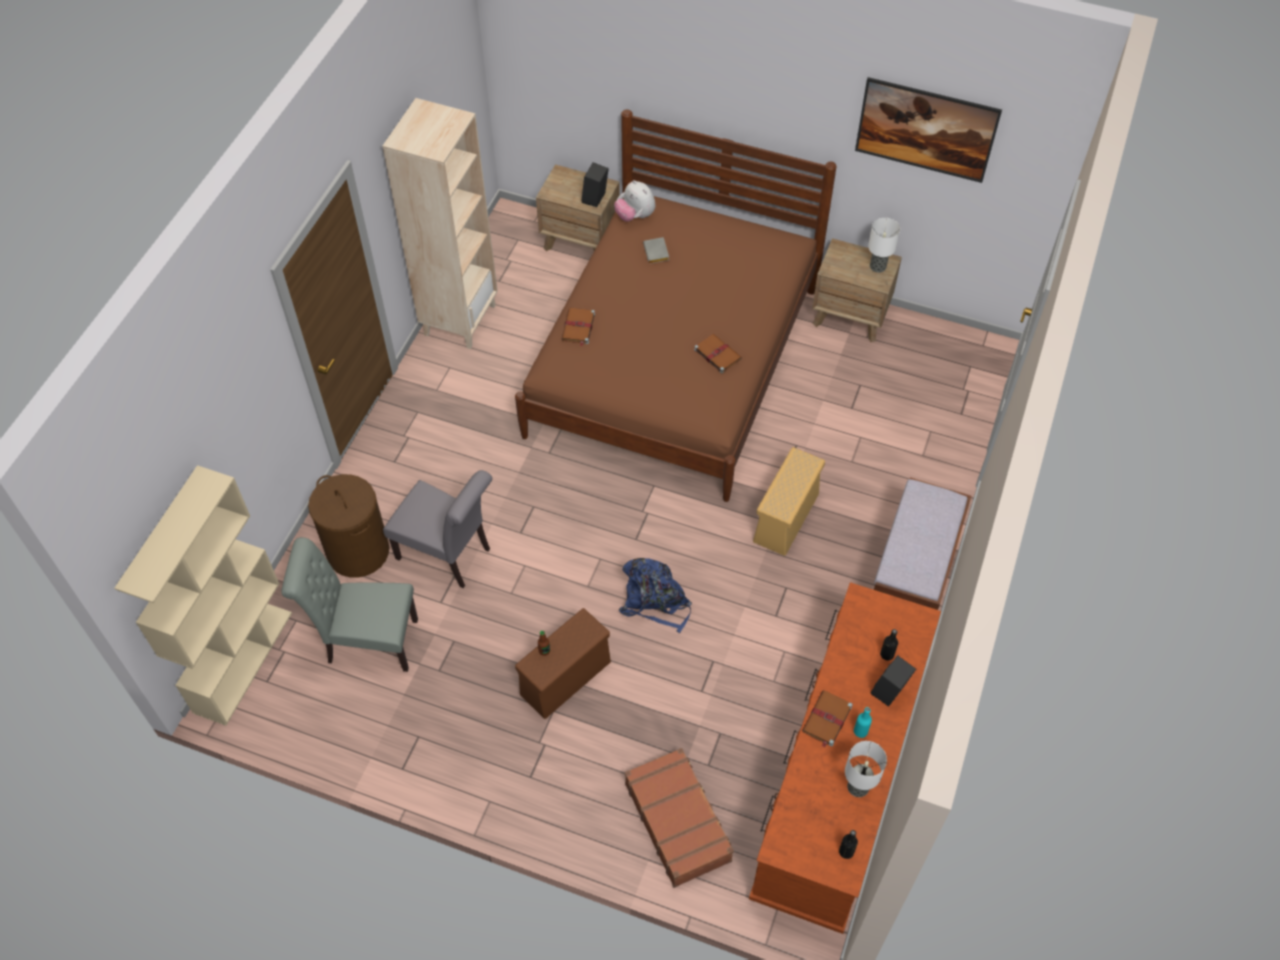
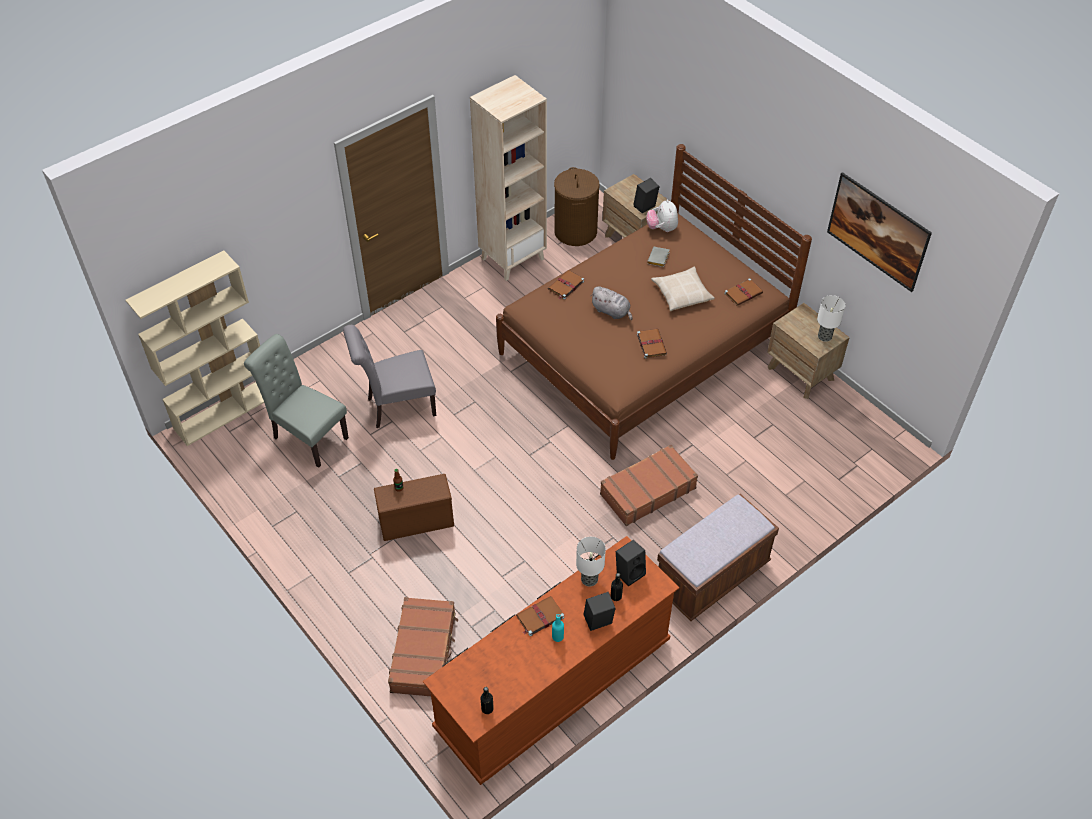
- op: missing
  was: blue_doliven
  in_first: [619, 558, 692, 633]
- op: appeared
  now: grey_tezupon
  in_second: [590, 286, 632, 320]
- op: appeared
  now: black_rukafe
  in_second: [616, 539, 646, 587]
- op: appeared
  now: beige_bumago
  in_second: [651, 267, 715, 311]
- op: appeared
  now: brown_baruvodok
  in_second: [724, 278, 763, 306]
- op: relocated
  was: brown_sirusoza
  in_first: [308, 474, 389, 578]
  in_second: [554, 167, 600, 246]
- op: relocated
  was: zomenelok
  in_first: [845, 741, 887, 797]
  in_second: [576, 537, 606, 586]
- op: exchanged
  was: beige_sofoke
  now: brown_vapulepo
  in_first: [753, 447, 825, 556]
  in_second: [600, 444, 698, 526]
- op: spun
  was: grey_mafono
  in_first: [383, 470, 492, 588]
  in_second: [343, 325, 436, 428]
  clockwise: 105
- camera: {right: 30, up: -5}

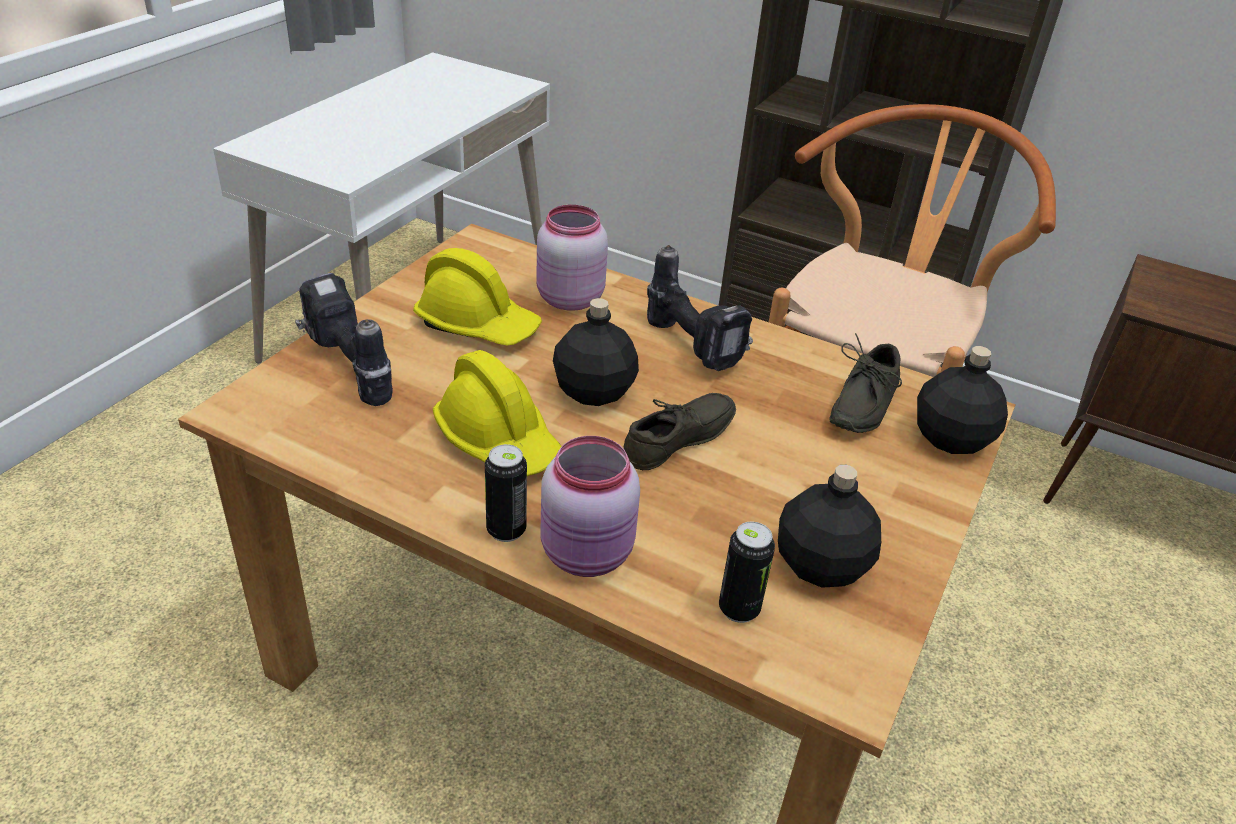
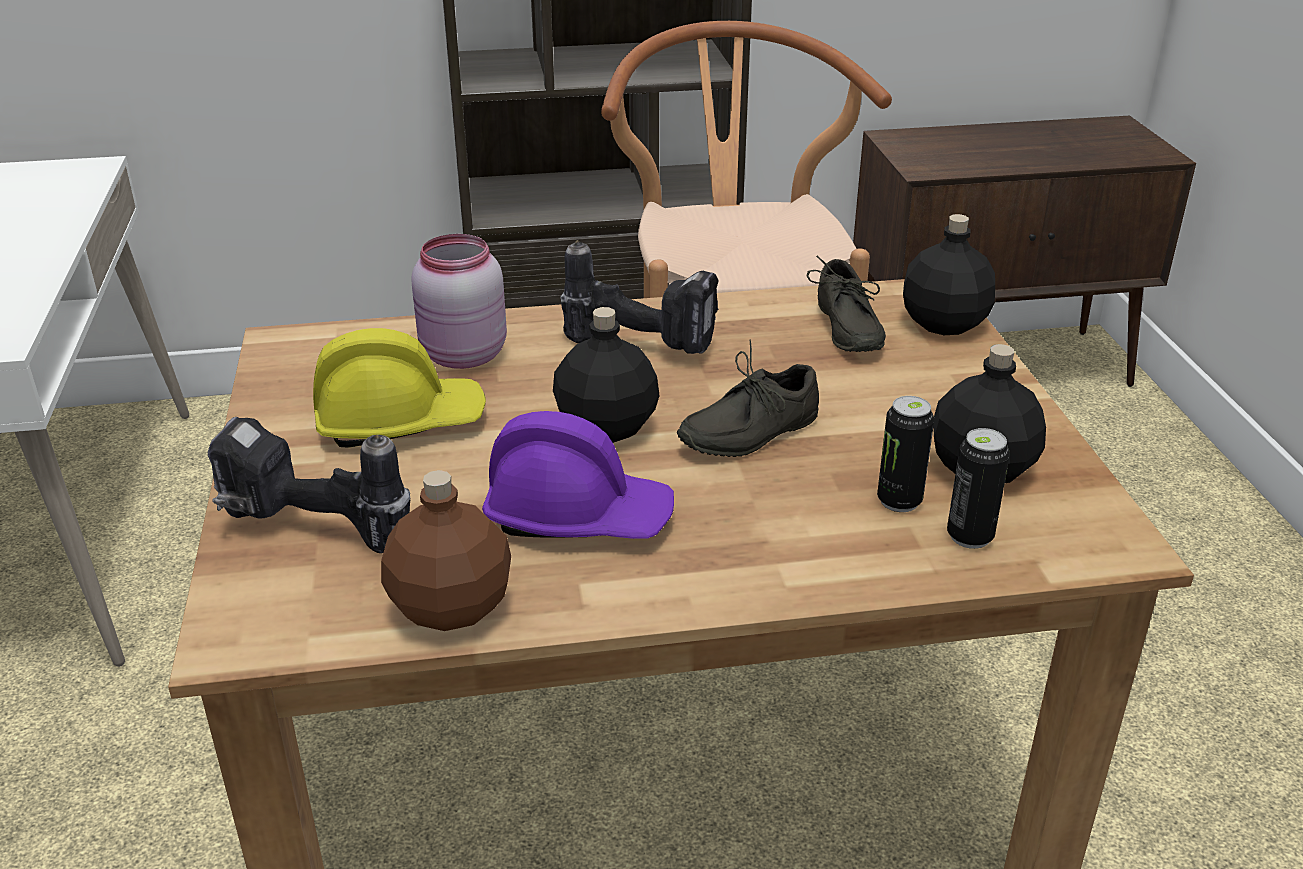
- op: missing
  was: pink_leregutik
  in_first: [541, 436, 640, 577]
- op: appeared
  now: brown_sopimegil
  in_second: [381, 470, 511, 631]
- op: relocated
  was: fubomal
  in_first: [485, 444, 527, 542]
  in_second: [877, 396, 934, 512]
- op: colour
  was: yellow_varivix
  now: purple_varivix
  in_first: [433, 350, 562, 476]
  in_second: [482, 411, 674, 539]
- op: spun
  was: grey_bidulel
  in_first: [624, 393, 736, 470]
  in_second: [677, 339, 819, 457]
  clockwise: -135
- camera: {right: -35, up: -5}

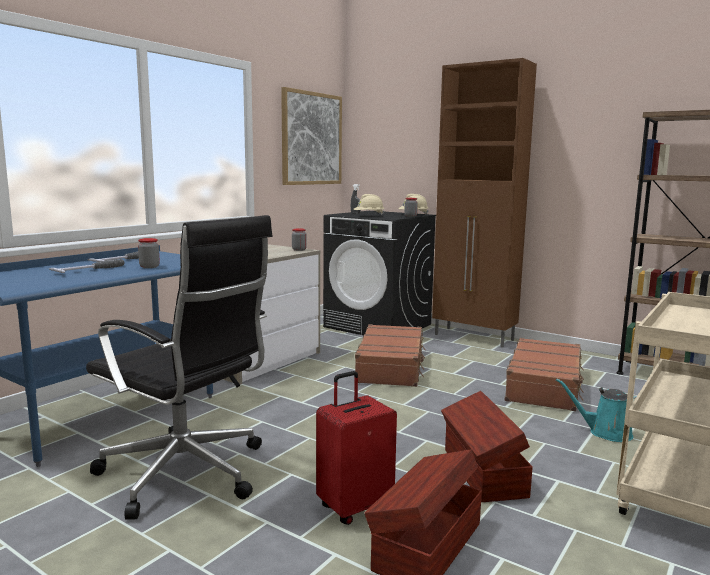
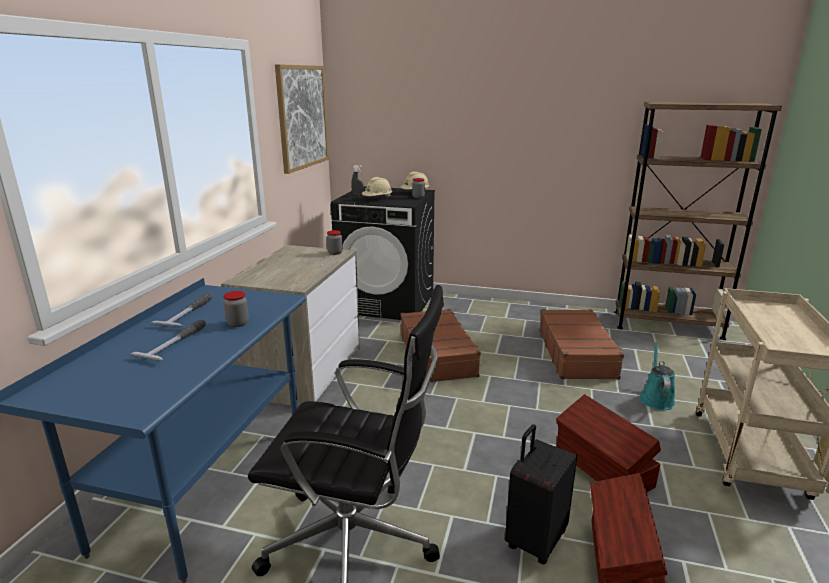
- op: missing
  was: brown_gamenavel
  in_first: [432, 58, 537, 348]
- op: colour
  was: red_vapulepo
  now: black_vapulepo
  in_first: [316, 371, 397, 525]
  in_second: [505, 424, 577, 565]
- op: spun
  was: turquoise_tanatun
  in_first: [556, 379, 637, 442]
  in_second: [640, 342, 675, 410]
  clockwise: 105
- camera: {right: -20, up: 10}

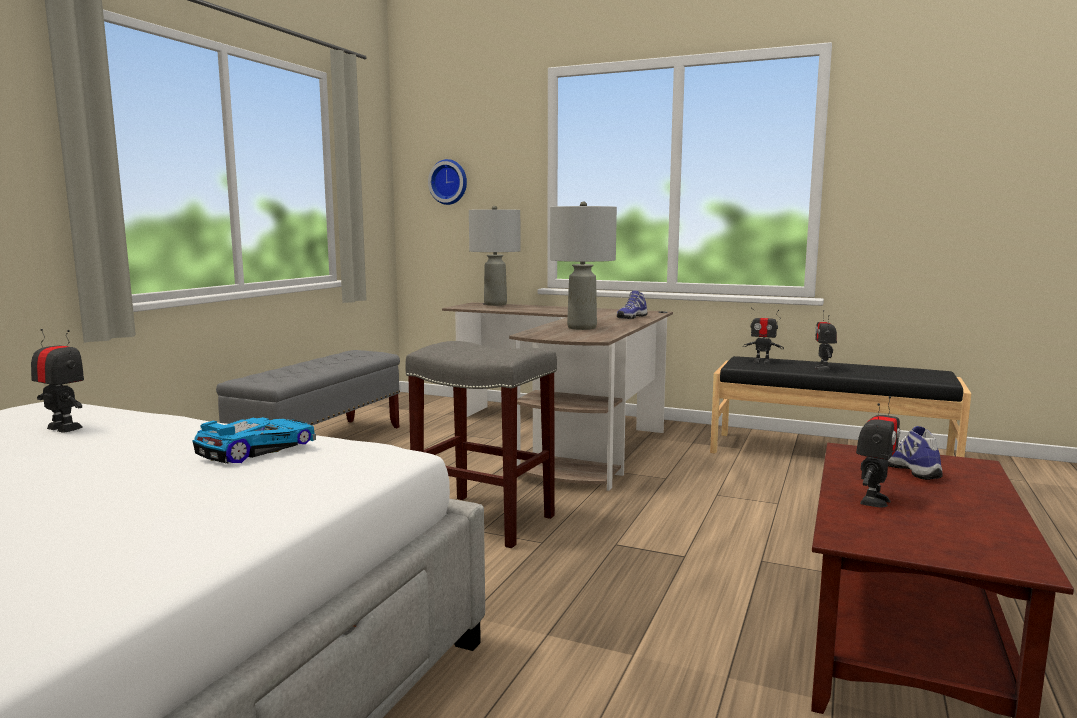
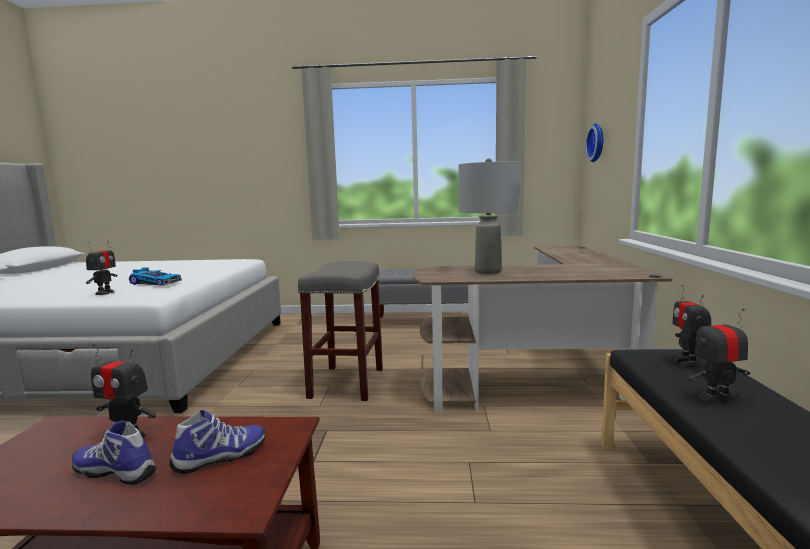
- op: missing
  was: grey_zomenelok
  in_first: [469, 206, 521, 306]
- op: relocated
  was: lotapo
  in_first: [31, 329, 84, 433]
  in_second: [86, 241, 118, 295]
- op: relocated
  was: bidulel
  in_first: [617, 290, 648, 319]
  in_second: [72, 421, 156, 485]
- camera: {right: 70, up: 0}

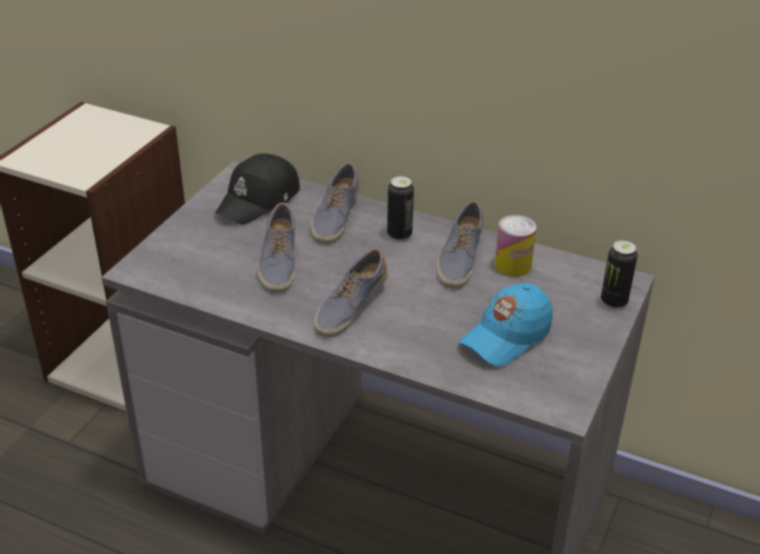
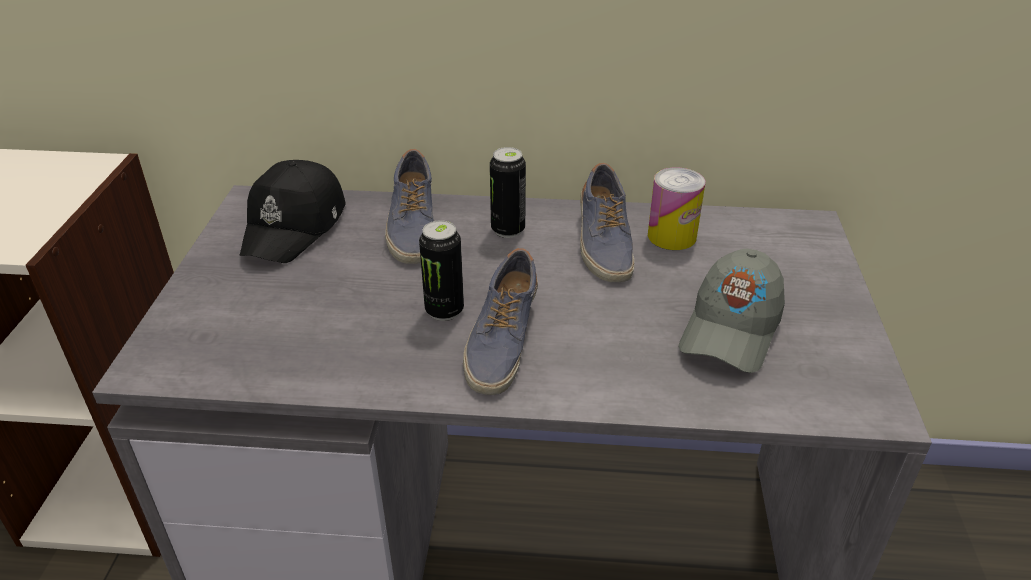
- op: missing
  was: bidulel
  in_first: [257, 203, 295, 293]
- op: relocated
  was: fubomal
  in_first: [601, 240, 638, 309]
  in_second: [419, 220, 464, 321]
- op: colour
  was: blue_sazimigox
  now: grey_sazimigox
  in_first: [459, 283, 553, 366]
  in_second: [678, 249, 785, 373]
- camera: {right: -20, up: 0}

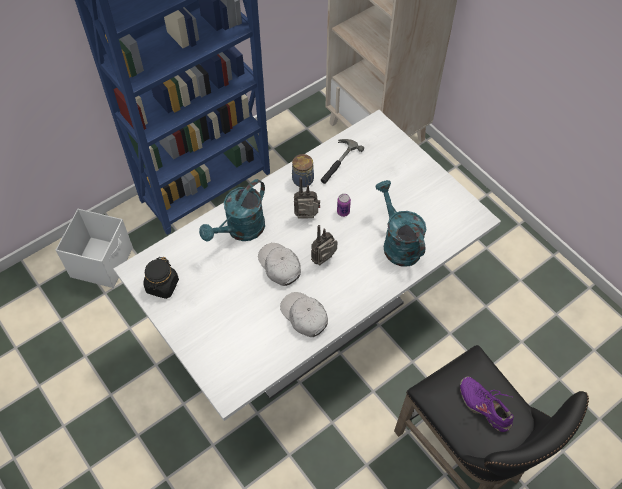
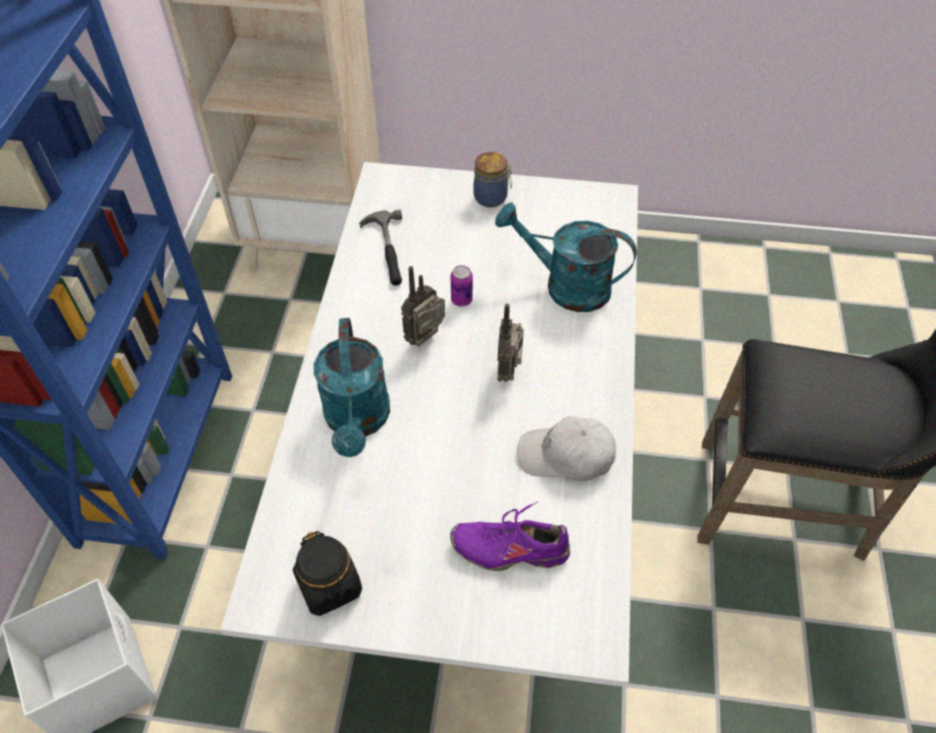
- op: missing
  was: white_sazimigox
  in_first: [258, 243, 301, 286]
- op: relocated
  was: leregutik
  in_first: [292, 154, 314, 187]
  in_second: [473, 152, 512, 207]
- op: relocated
  was: purple_bidulel
  in_first: [460, 376, 514, 432]
  in_second: [450, 502, 570, 571]
- camera: {right: -45, up: -5}

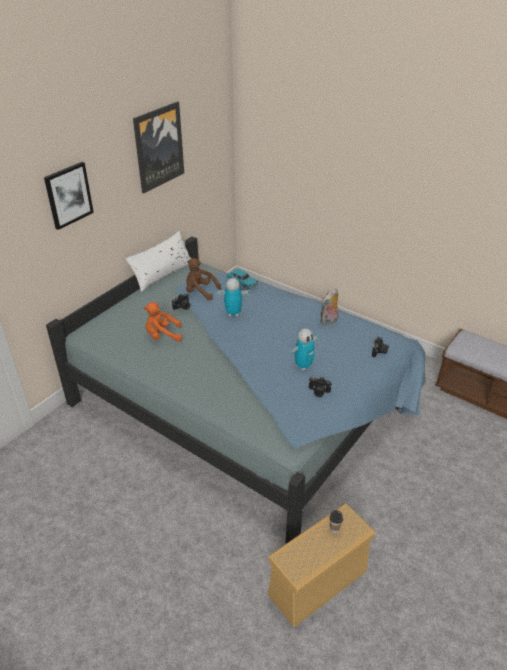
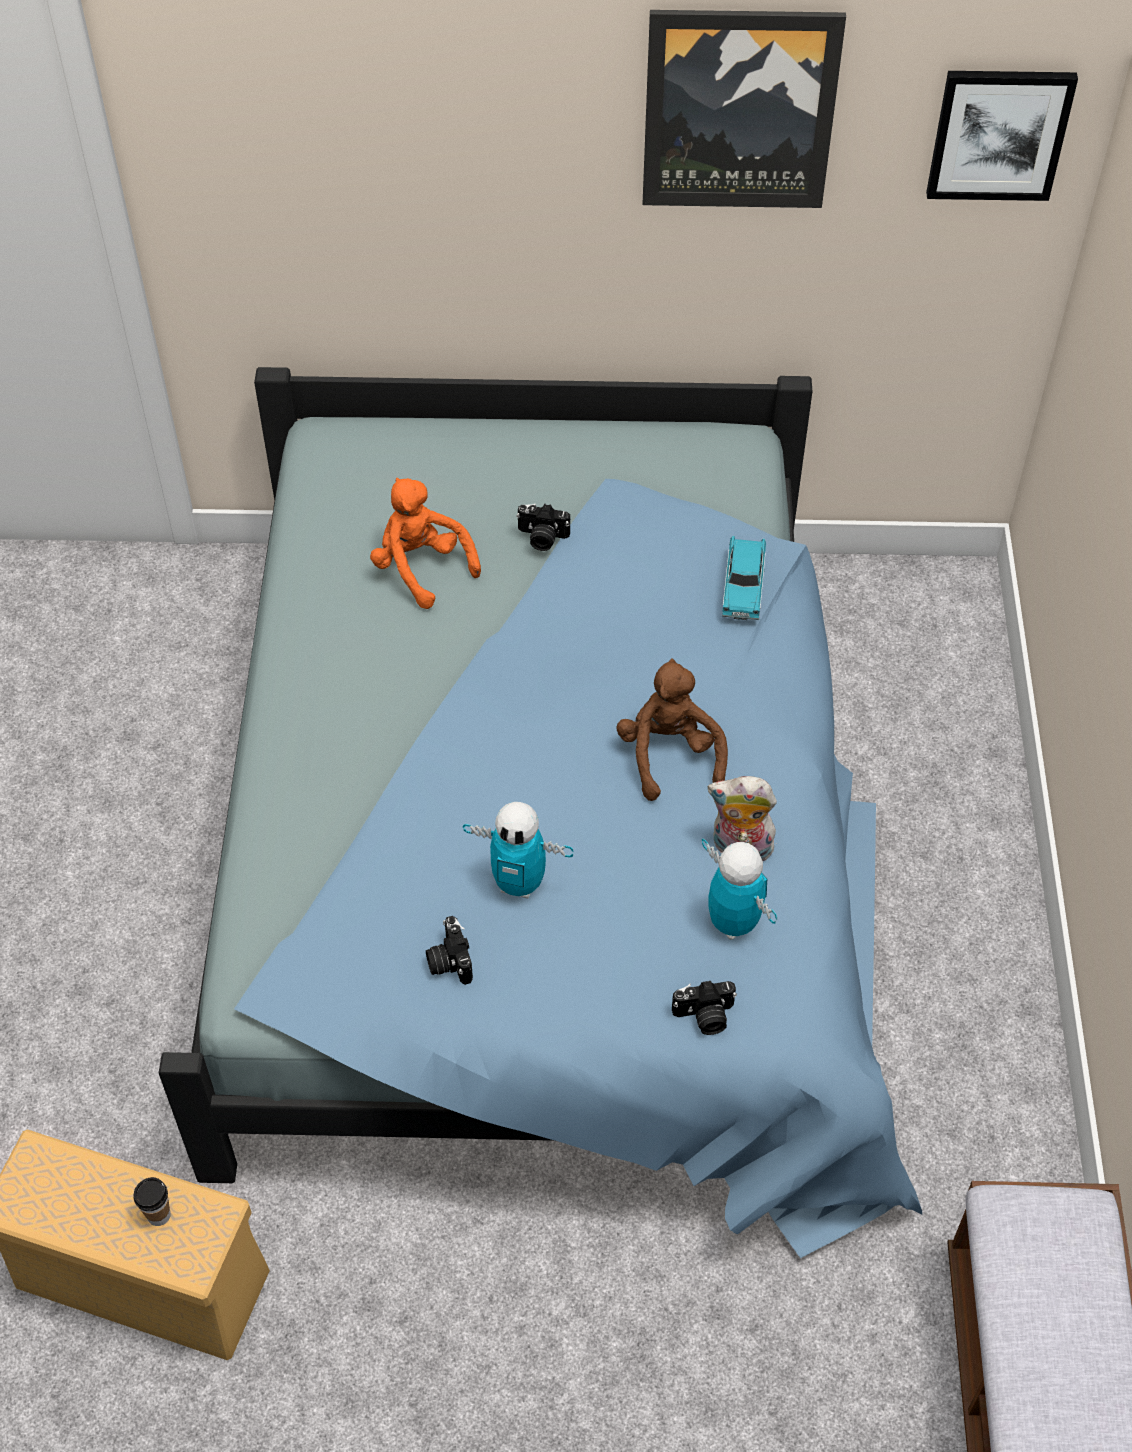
- op: missing
  was: white_bumago
  in_first: [125, 231, 191, 292]
- op: relocated
  was: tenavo
  in_first: [44, 162, 94, 230]
  in_second: [926, 71, 1078, 201]
- op: relocated
  was: brown_tezupon
  in_first: [186, 258, 221, 300]
  in_second: [616, 658, 728, 801]
- op: relocated
  was: lotapo
  in_first: [215, 278, 251, 316]
  in_second: [701, 839, 777, 940]
- camera: {right: 55, up: 15}

